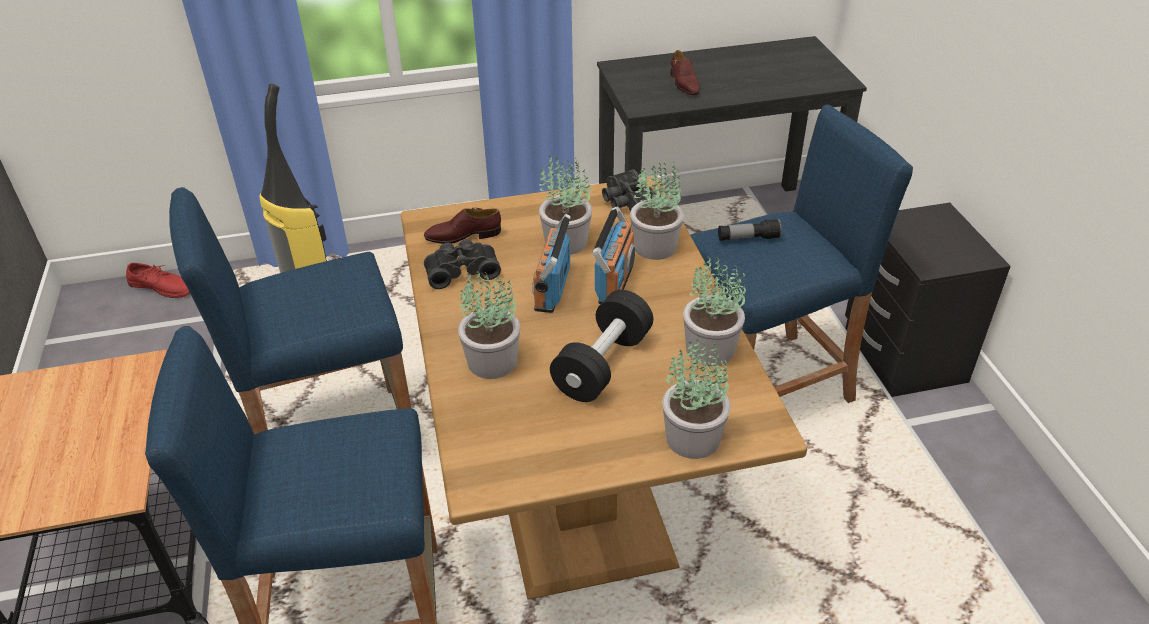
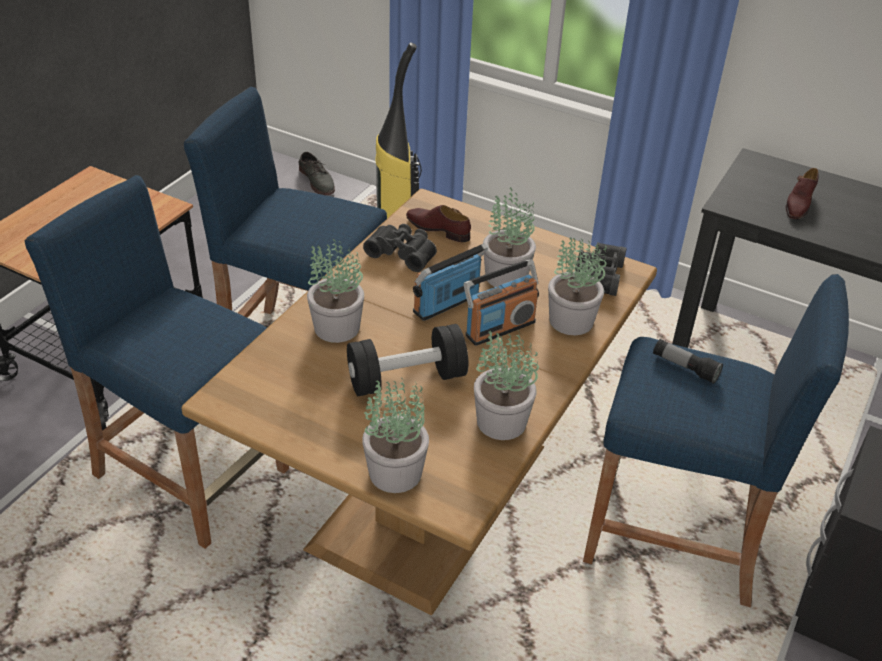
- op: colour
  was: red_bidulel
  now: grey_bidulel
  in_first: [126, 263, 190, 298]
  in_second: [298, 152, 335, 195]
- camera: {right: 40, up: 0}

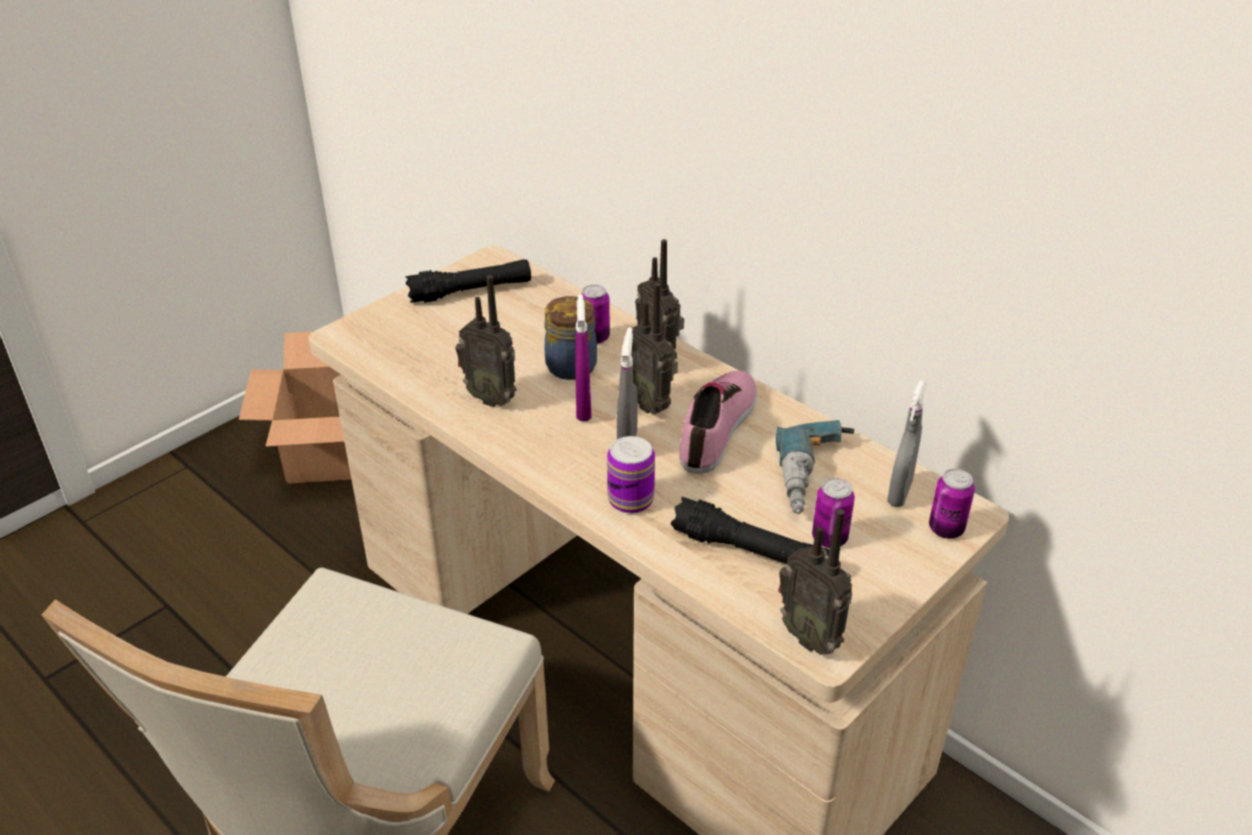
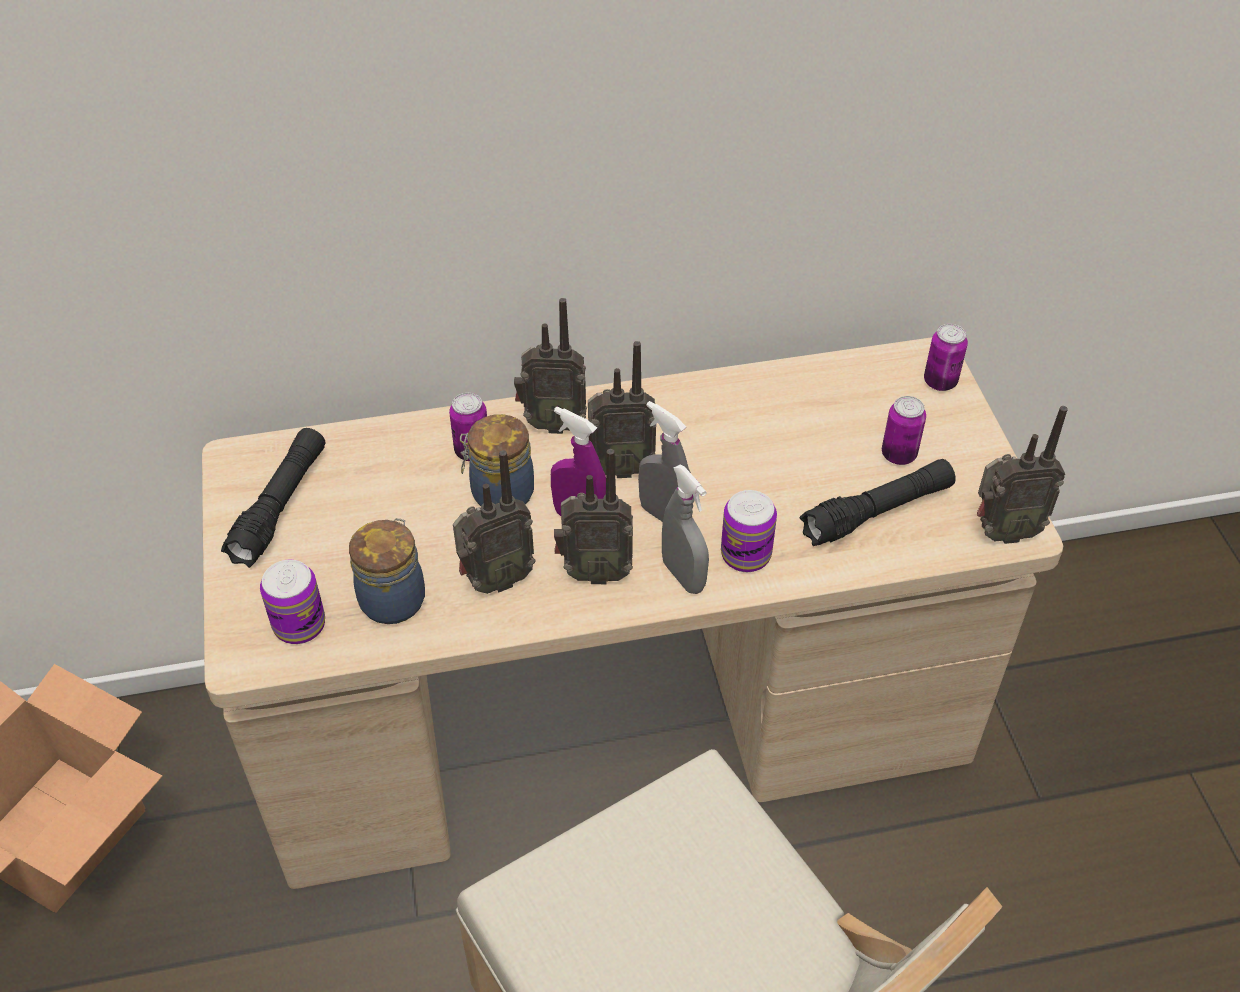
- op: missing
  was: bidulel
  in_first: [679, 371, 757, 474]
- op: missing
  was: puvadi
  in_first: [776, 420, 854, 514]
- op: appeared
  now: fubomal
  in_second: [260, 560, 325, 644]
- op: appeared
  now: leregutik
  in_second: [349, 518, 425, 624]
- op: appeared
  now: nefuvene
  in_second: [554, 449, 633, 584]
- op: relocated
  was: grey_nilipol
  in_first: [887, 380, 927, 507]
  in_second: [662, 465, 709, 594]
- camera: {right: -55, up: 10}

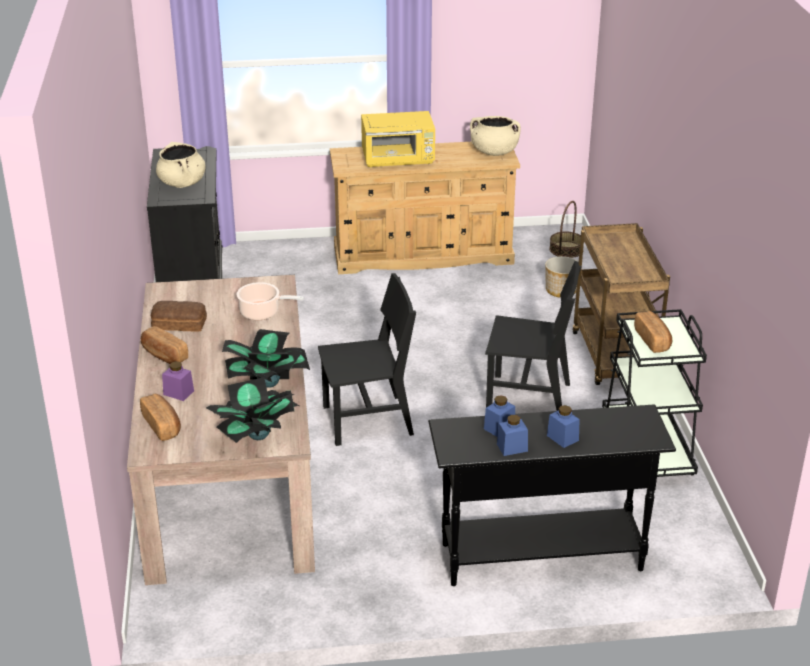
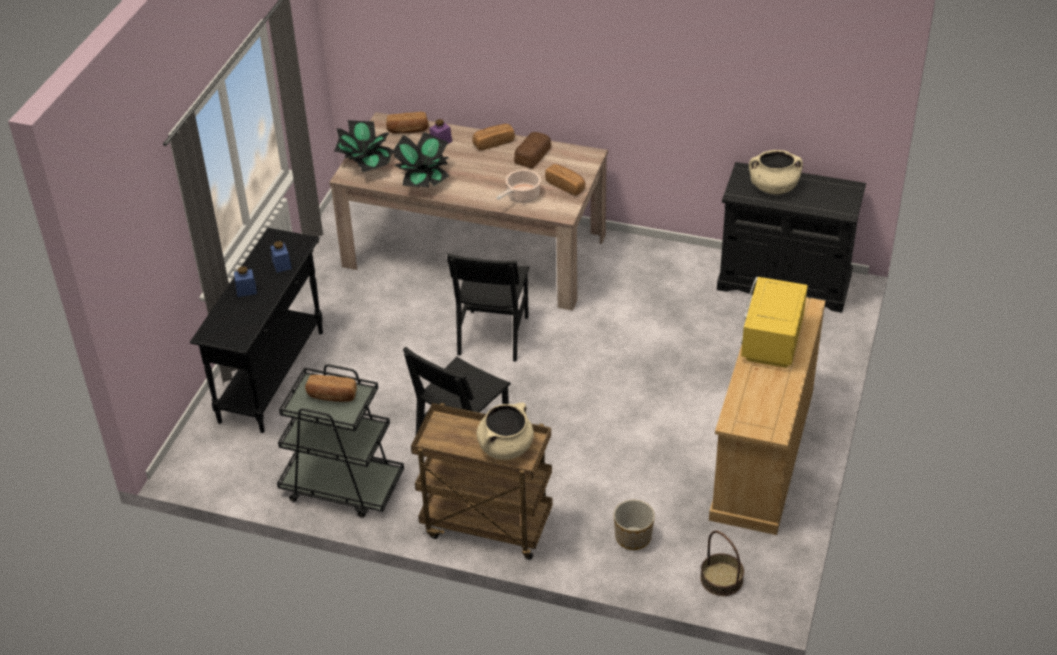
- op: missing
  was: blue_leregutik
  in_first: [497, 415, 528, 456]
- op: appeared
  now: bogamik
  in_second: [545, 164, 585, 196]
- op: relocated
  was: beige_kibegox
  in_first: [470, 116, 521, 156]
  in_second: [476, 403, 534, 460]
- camera: {right: 115, up: 10}

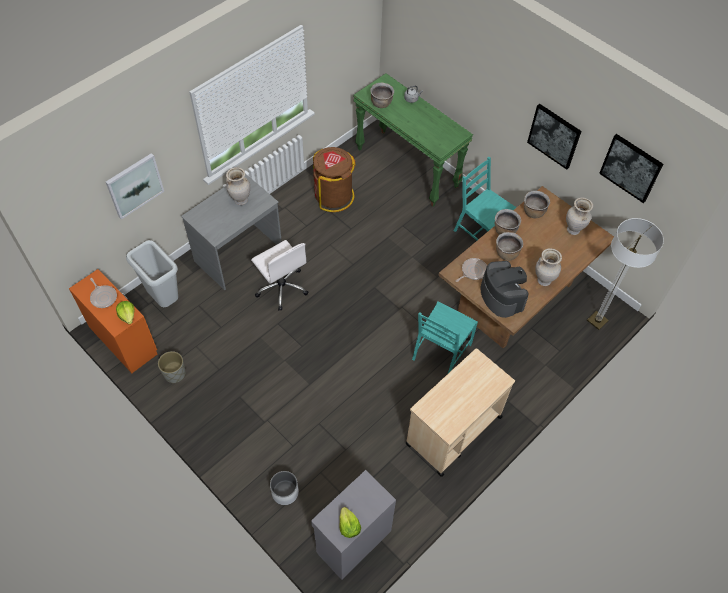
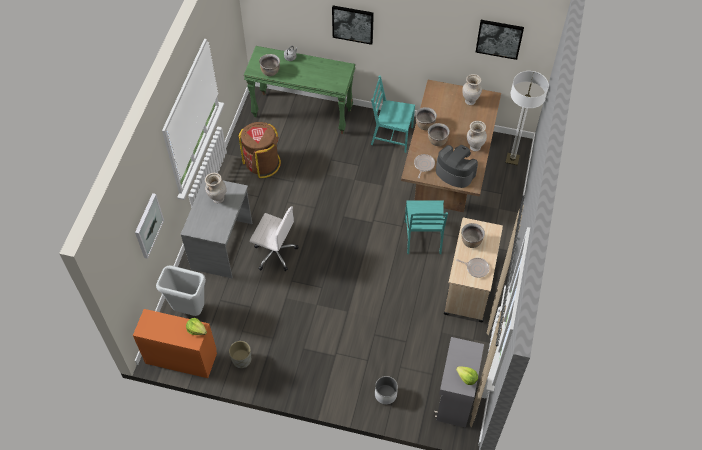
- op: relocated
  was: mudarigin
  in_first: [90, 278, 117, 308]
  in_second: [456, 258, 490, 278]
- op: relocated
  was: brown_kibegox
  in_first: [524, 191, 550, 218]
  in_second: [461, 223, 485, 248]
- op: relocated
  was: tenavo
  in_first: [527, 104, 582, 170]
  in_second: [332, 6, 374, 45]
- camera: {right: -30, up: 0}

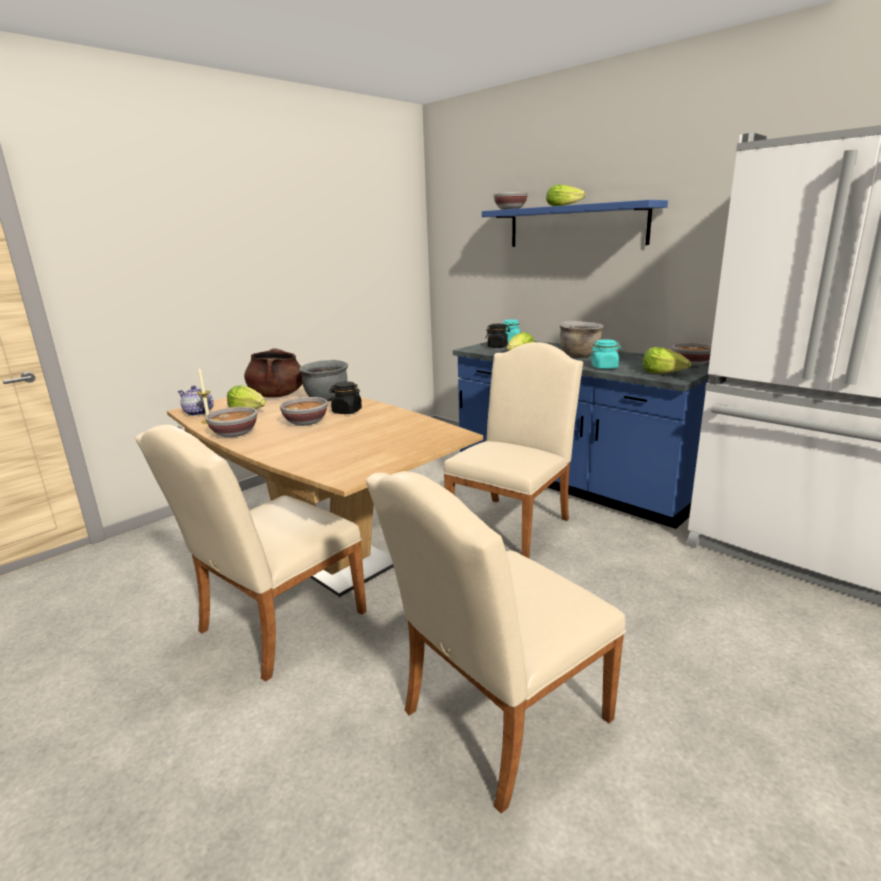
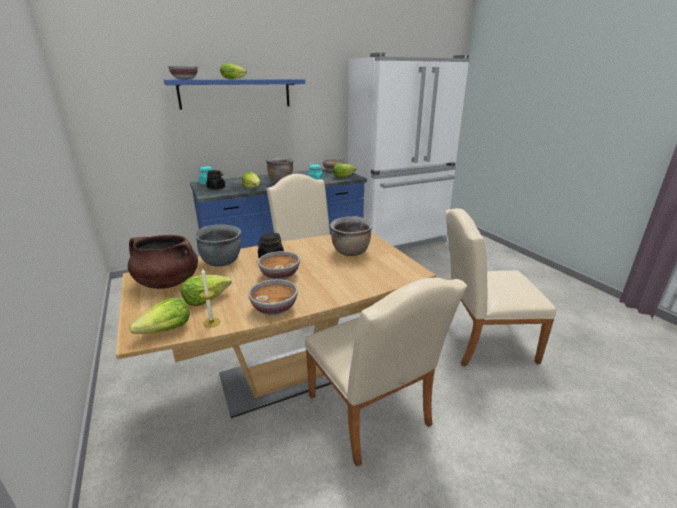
- op: appeared
  now: brown_kibegox
  in_second: [330, 216, 373, 256]
- op: exchanged
  was: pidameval
  now: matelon
  in_first: [178, 386, 214, 416]
  in_second: [129, 298, 190, 334]
- op: spun
  was: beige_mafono
  in_first: [366, 471, 626, 813]
  in_second: [445, 208, 556, 366]
  clockwise: 105
- camera: {right: -70, up: 5}

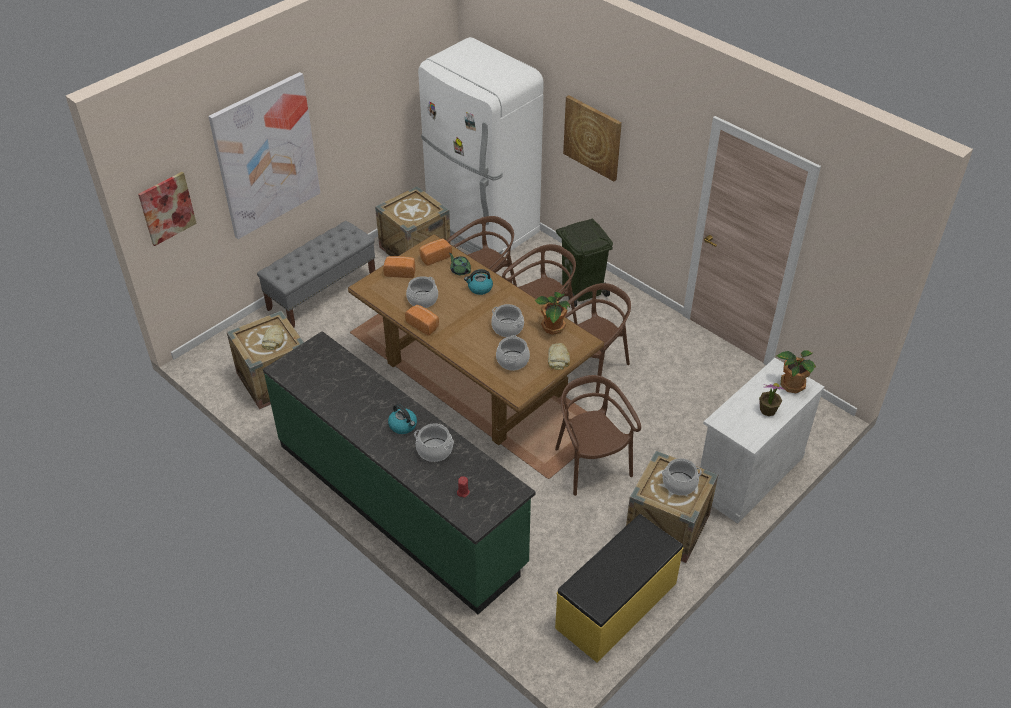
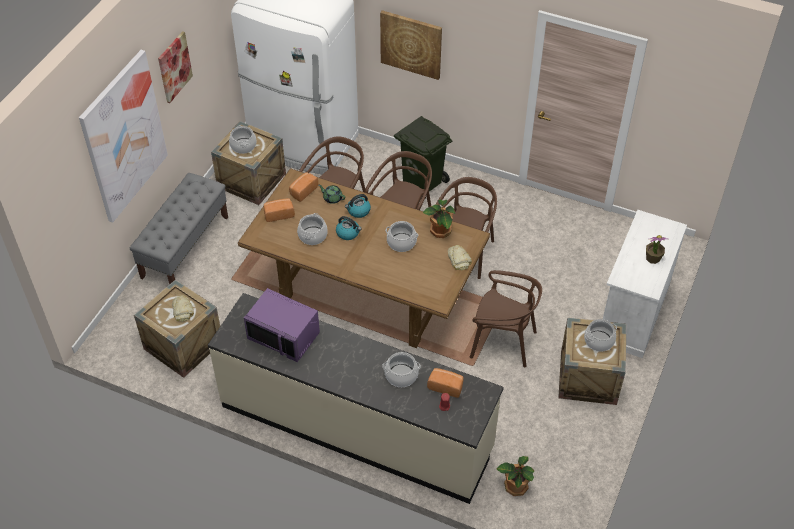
- op: missing
  was: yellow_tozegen
  in_first: [555, 514, 683, 663]
- op: appeared
  now: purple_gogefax
  in_second: [244, 288, 320, 362]
- op: relocated
  was: tenavo
  in_first: [138, 172, 197, 246]
  in_second: [158, 31, 193, 103]
- op: relocated
  was: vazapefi
  in_first: [388, 404, 417, 434]
  in_second: [336, 216, 362, 240]
- op: relocated
  was: bogamik
  in_first: [405, 305, 439, 336]
  in_second: [427, 368, 464, 398]
- op: relocated
  was: kibegox
  in_first: [496, 335, 530, 371]
  in_second: [229, 126, 257, 154]
- op: relocated
  was: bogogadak
  in_first: [777, 350, 816, 394]
  in_second: [497, 456, 534, 496]
- op: colour
  was: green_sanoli
  now: beige_sanoli
  in_first: [263, 331, 535, 614]
  in_second: [208, 293, 504, 504]
- op: spun
  was: brown_mafono
  in_first: [555, 375, 641, 496]
  in_second: [470, 270, 542, 367]
  clockwise: 150
- camera: {right: -20, up: 5}

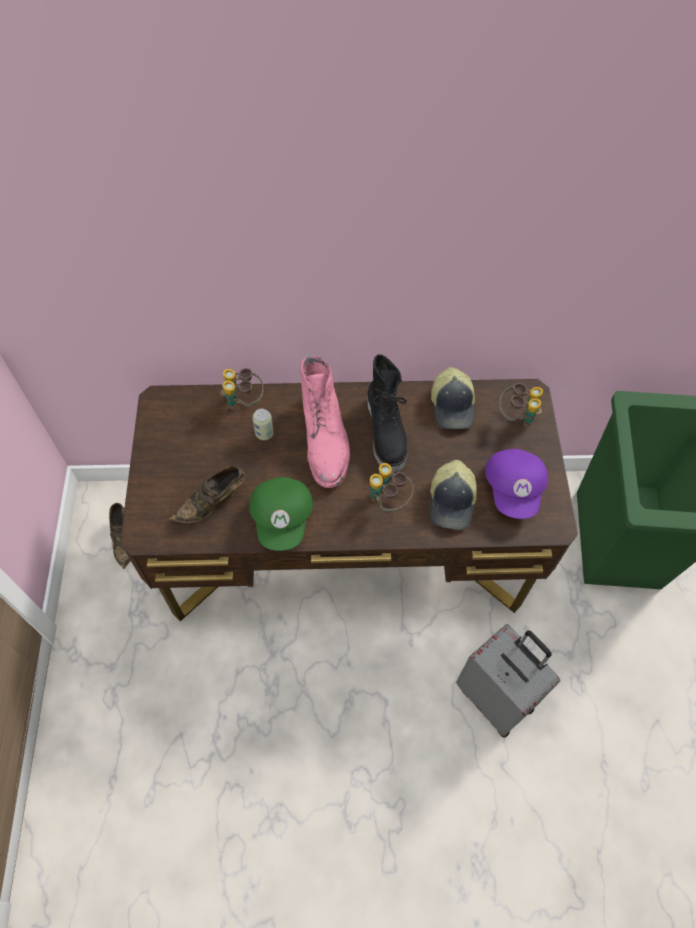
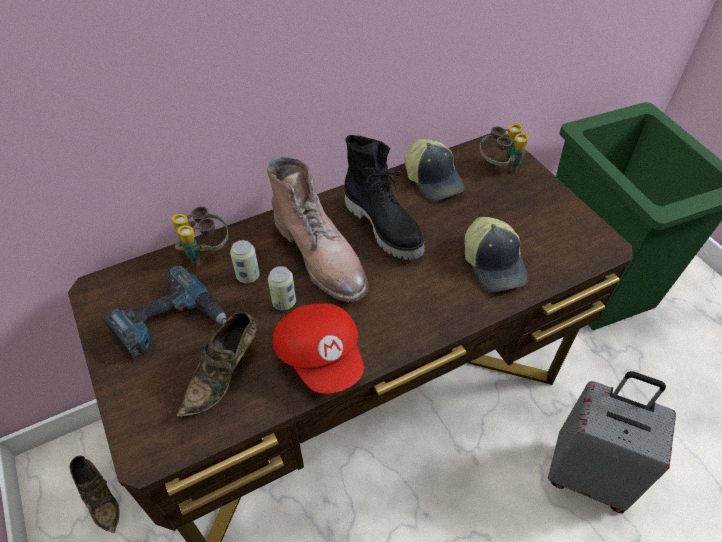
- op: missing
  was: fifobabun
  in_first: [369, 463, 413, 511]
- op: missing
  was: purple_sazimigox
  in_first: [485, 449, 548, 519]
- op: appeared
  now: puvadi
  in_second: [103, 265, 227, 359]
- op: appeared
  now: fubomal
  in_second: [268, 266, 296, 311]
- op: colour
  was: green_sazimigox
  now: red_sazimigox
  in_first: [249, 477, 313, 551]
  in_second: [273, 303, 364, 394]
- op: colour
  was: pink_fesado
  now: brown_fesado
  in_first: [300, 355, 350, 488]
  in_second: [267, 156, 368, 302]
- camera: {right: -25, up: -10}

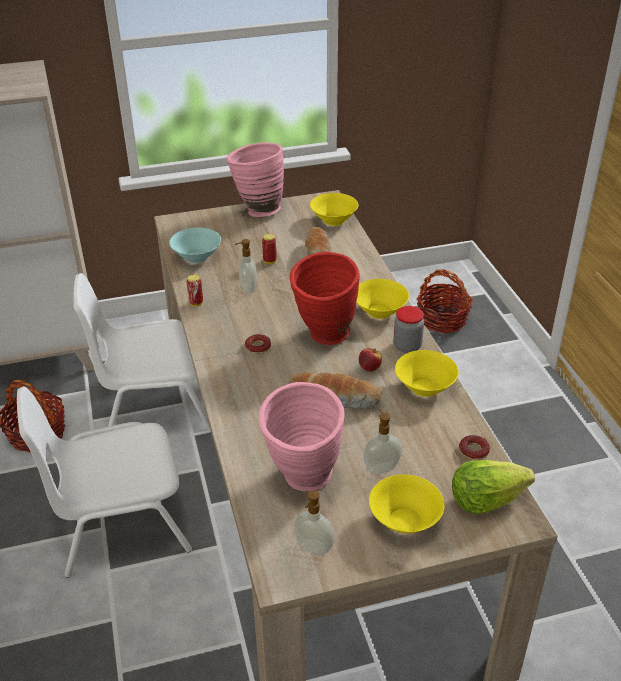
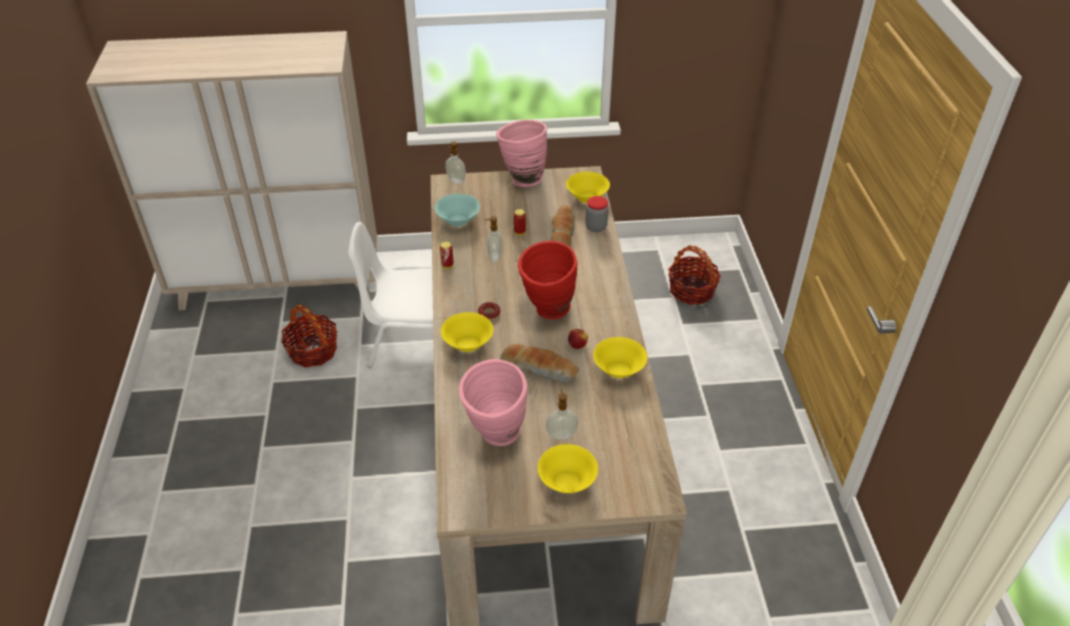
- op: missing
  was: white_mafono
  in_first: [17, 387, 192, 578]
- op: missing
  was: matelon
  in_first: [452, 460, 535, 514]
- op: missing
  was: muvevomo
  in_first: [459, 435, 490, 460]
- op: relocated
  was: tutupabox
  in_first: [294, 490, 334, 555]
  in_second: [445, 142, 466, 184]
- op: relocated
  was: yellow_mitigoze
  in_first: [356, 279, 409, 319]
  in_second: [441, 312, 493, 352]
- op: relocated
  was: leregutik
  in_first: [393, 306, 424, 353]
  in_second: [585, 196, 609, 232]
- camera: {right: 10, up: 5}

